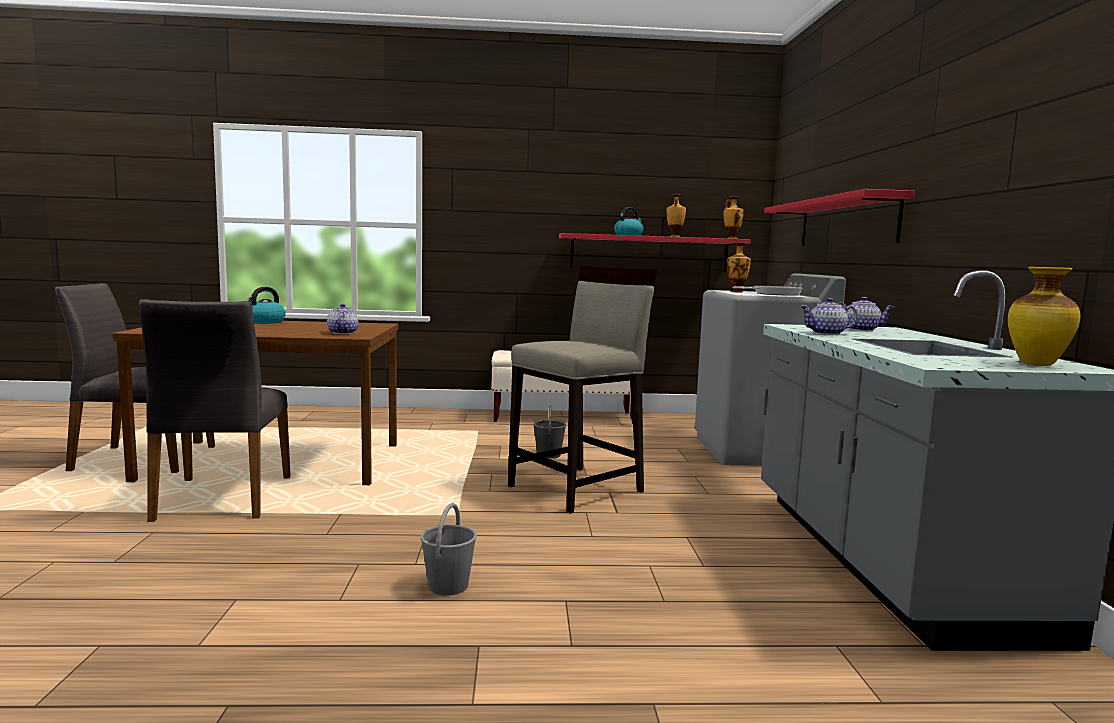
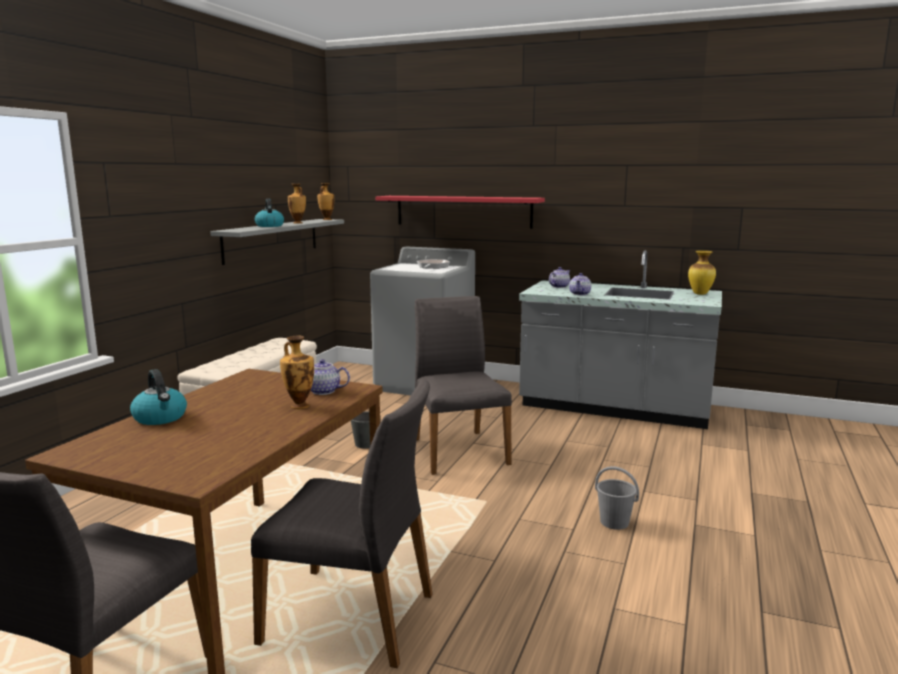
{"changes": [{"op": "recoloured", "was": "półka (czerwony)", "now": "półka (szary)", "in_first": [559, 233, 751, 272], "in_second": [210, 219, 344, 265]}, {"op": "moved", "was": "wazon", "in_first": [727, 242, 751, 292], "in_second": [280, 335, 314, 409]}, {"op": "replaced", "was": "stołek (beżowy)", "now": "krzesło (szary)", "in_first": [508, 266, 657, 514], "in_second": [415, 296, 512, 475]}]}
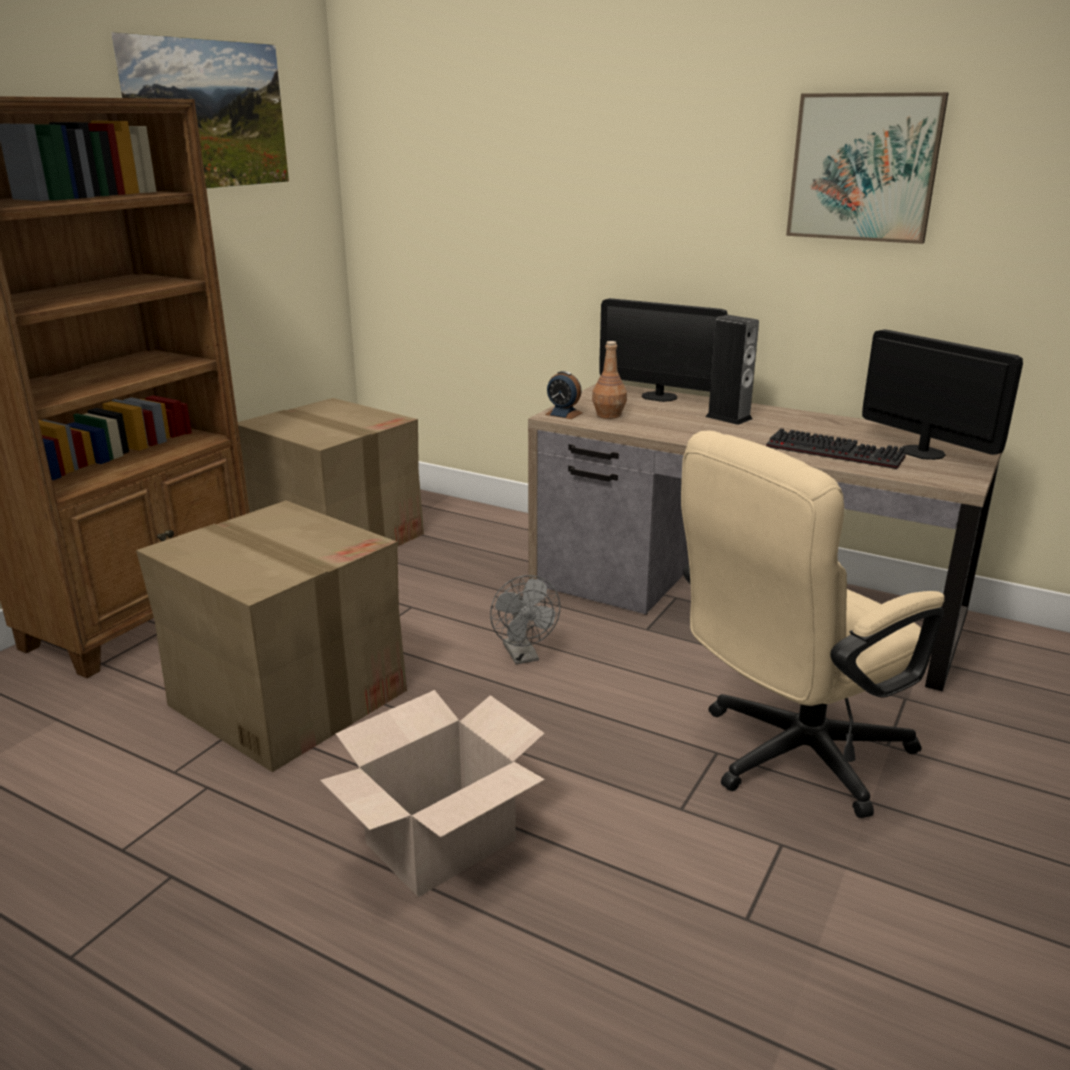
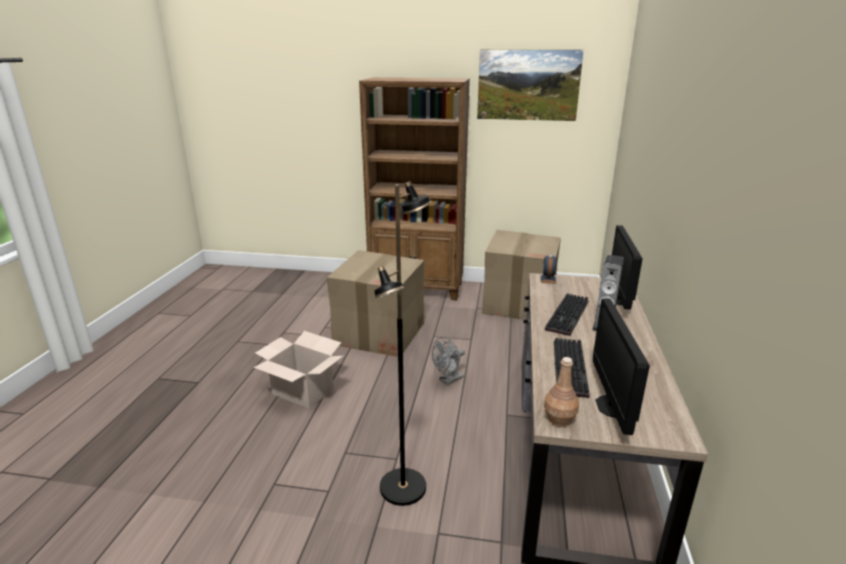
{"changes": [{"op": "removed", "was": "obraz", "in_first": [786, 92, 948, 244]}, {"op": "turned", "was": "monitor", "in_first": [862, 329, 1023, 460], "in_second": [593, 299, 650, 435], "clockwise": 150}, {"op": "moved", "was": "butelka (brązowy)", "in_first": [592, 341, 627, 419], "in_second": [544, 357, 579, 427]}, {"op": "replaced", "was": "krzesło biurowe (beżowy)", "now": "lampa stojąca (czarny)", "in_first": [681, 431, 944, 818], "in_second": [374, 181, 432, 506]}, {"op": "added", "now": "klawiatura", "in_second": [545, 293, 589, 336]}]}
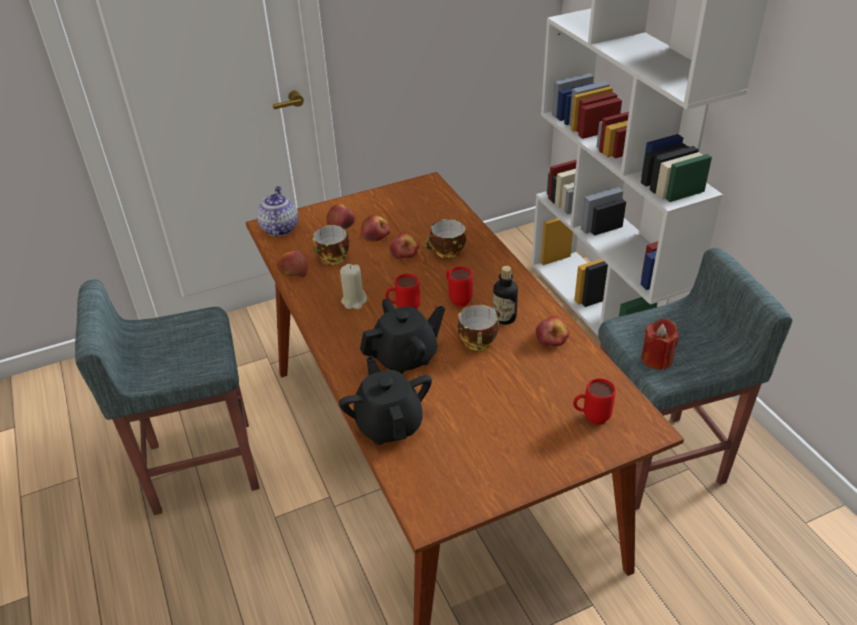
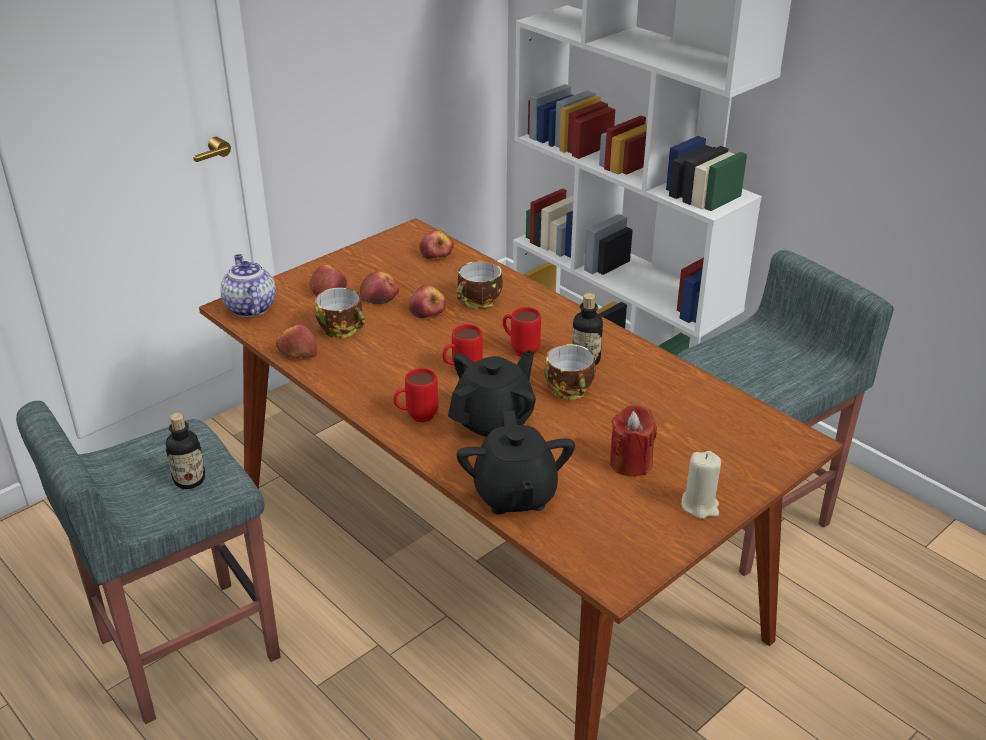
{"changes": [{"op": "moved", "was": "świeca (beżowy)", "in_first": [340, 264, 367, 309], "in_second": [681, 451, 721, 519]}, {"op": "moved", "was": "jabłko", "in_first": [536, 316, 570, 347], "in_second": [419, 230, 454, 259]}, {"op": "moved", "was": "świeca (czerwony)", "in_first": [641, 319, 678, 370], "in_second": [610, 405, 657, 476]}, {"op": "turned", "was": "imbryk (czarny)", "in_first": [339, 356, 432, 445], "in_second": [456, 410, 575, 515], "clockwise": -150}, {"op": "moved", "was": "kubek (czerwony)", "in_first": [573, 378, 616, 425], "in_second": [393, 368, 438, 422]}, {"op": "added", "now": "butelka", "in_second": [165, 413, 205, 489]}]}
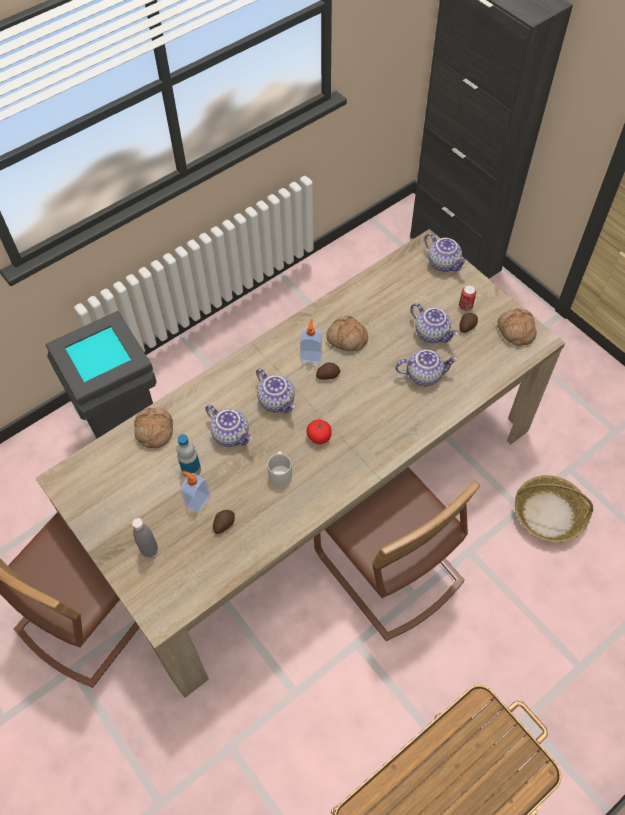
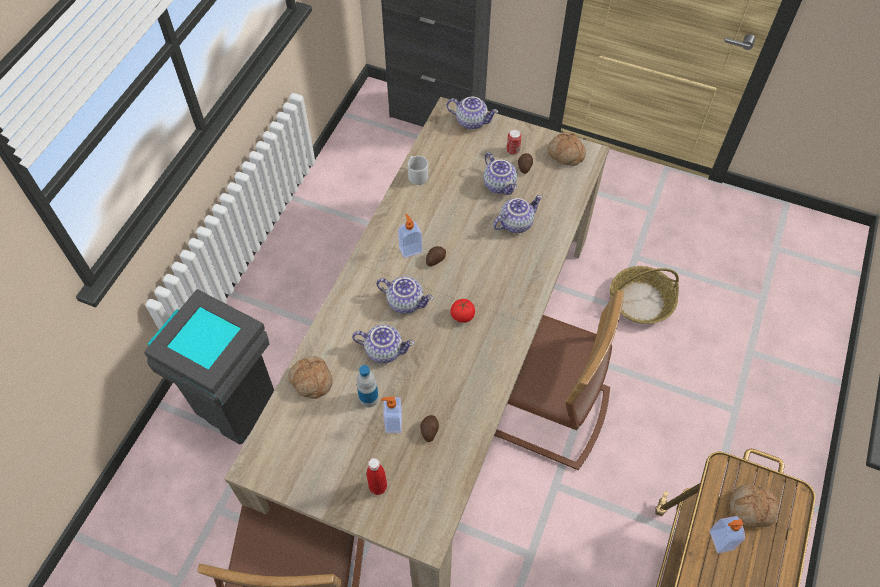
{"changes": [{"op": "turned", "was": "imbryk", "in_first": [411, 303, 458, 343], "in_second": [483, 152, 517, 195], "clockwise": 45}, {"op": "moved", "was": "chleb", "in_first": [326, 316, 368, 352], "in_second": [730, 484, 779, 528]}, {"op": "moved", "was": "kubek (szary)", "in_first": [267, 451, 292, 486], "in_second": [408, 156, 428, 185]}, {"op": "recoloured", "was": "butelka (szary)", "now": "butelka (czerwony)", "in_first": [132, 518, 158, 557], "in_second": [367, 458, 387, 495]}, {"op": "added", "now": "dozownik mydła", "in_second": [710, 516, 745, 553]}]}
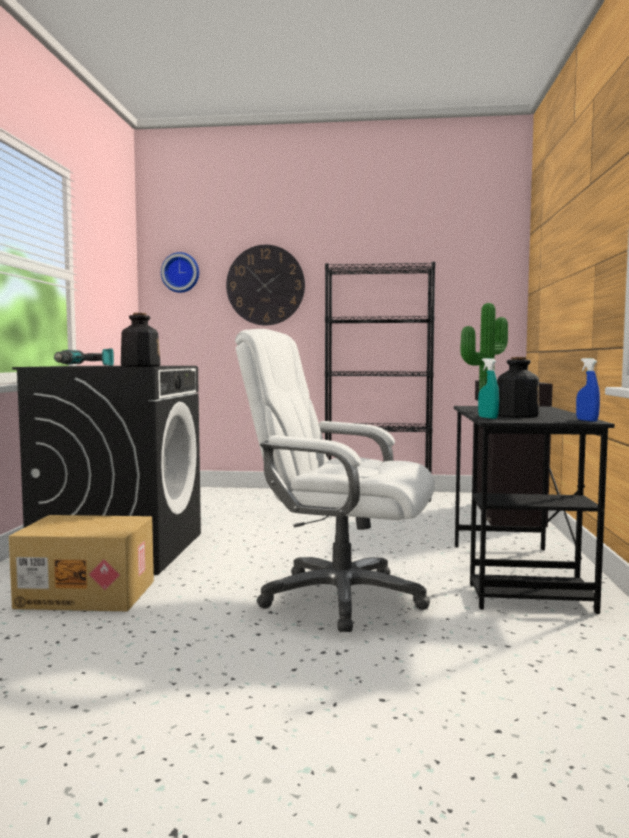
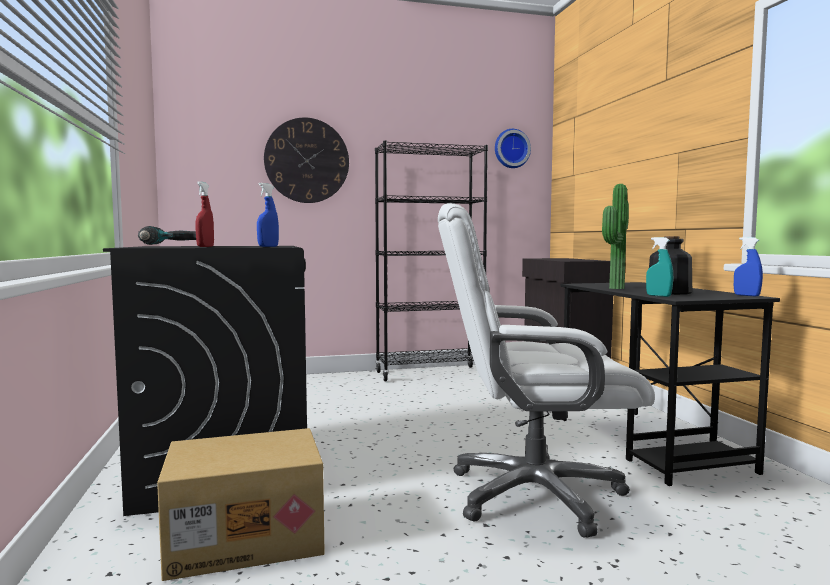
{"changes": [{"op": "moved", "was": "zegar ścienny", "in_first": [161, 252, 199, 293], "in_second": [495, 129, 531, 168]}, {"op": "replaced", "was": "butelka", "now": "spryskiwacz (niebieski)", "in_first": [121, 313, 161, 367], "in_second": [257, 183, 279, 247]}, {"op": "added", "now": "spryskiwacz (czerwony)", "in_second": [196, 181, 214, 247]}]}
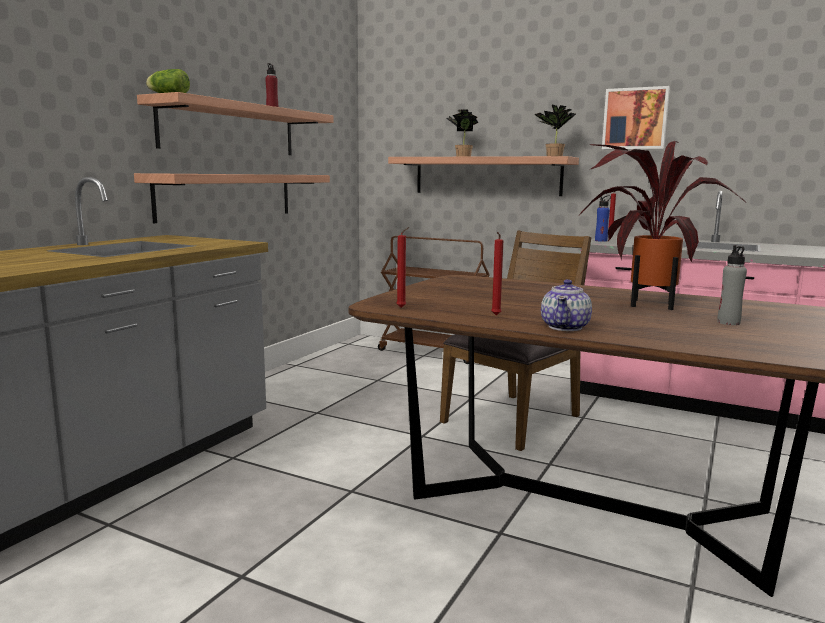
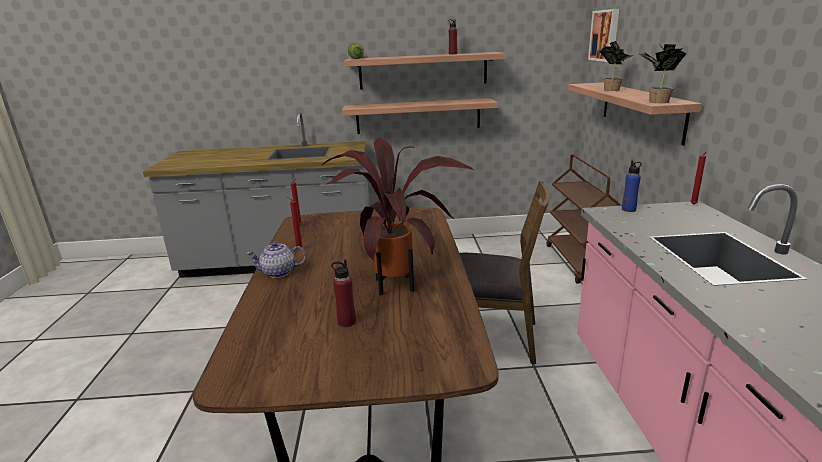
{"changes": [{"op": "moved", "was": "obraz", "in_first": [602, 86, 670, 149], "in_second": [588, 9, 619, 62]}, {"op": "recoloured", "was": "butelka (szary)", "now": "butelka (czerwony)", "in_first": [717, 245, 747, 325], "in_second": [331, 259, 356, 327]}]}
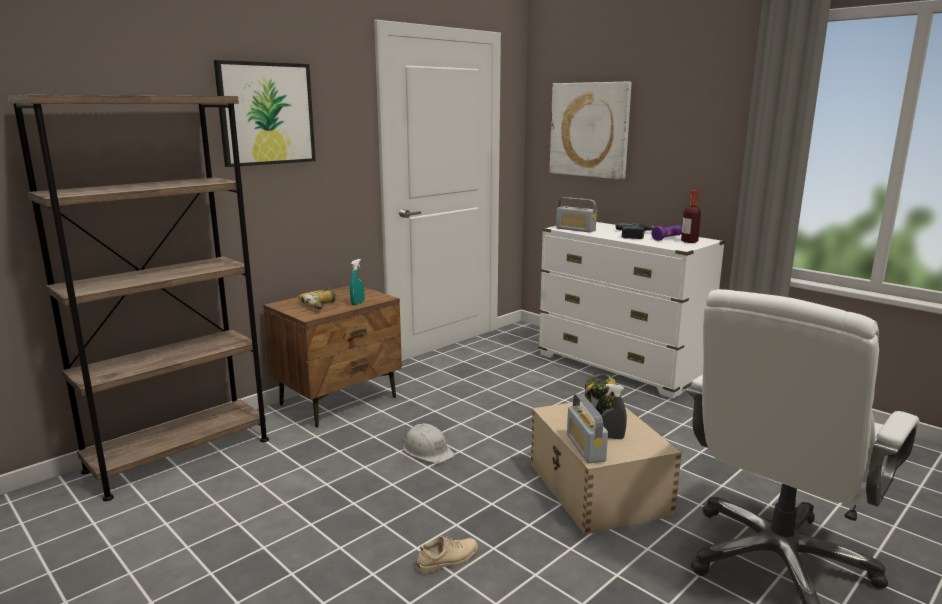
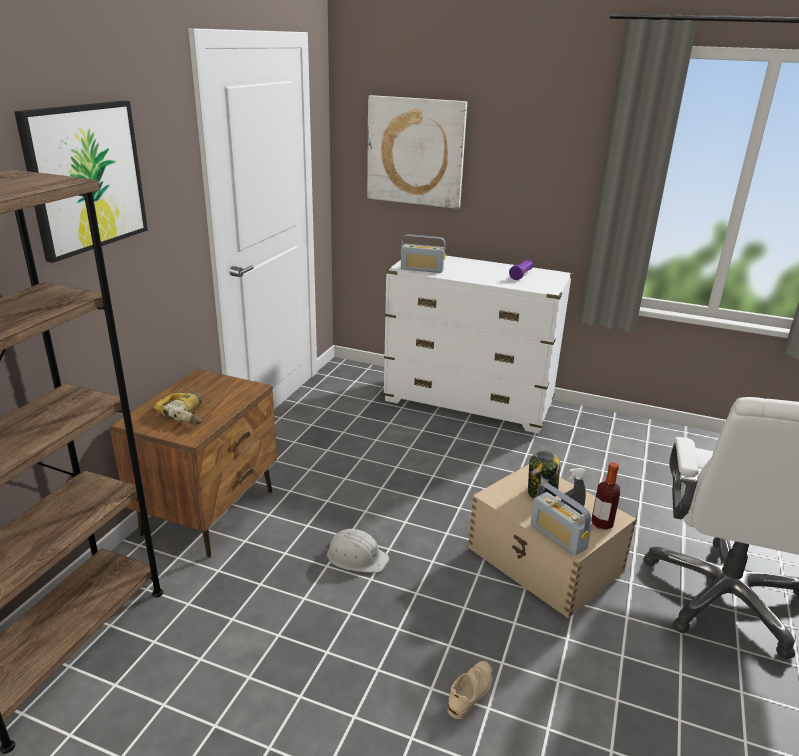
{"changes": [{"op": "moved", "was": "butelka", "in_first": [681, 190, 701, 243], "in_second": [591, 462, 620, 530]}, {"op": "removed", "was": "wiertarka", "in_first": [616, 223, 654, 239]}, {"op": "removed", "was": "spryskiwacz (turkusowy)", "in_first": [350, 259, 365, 305]}]}
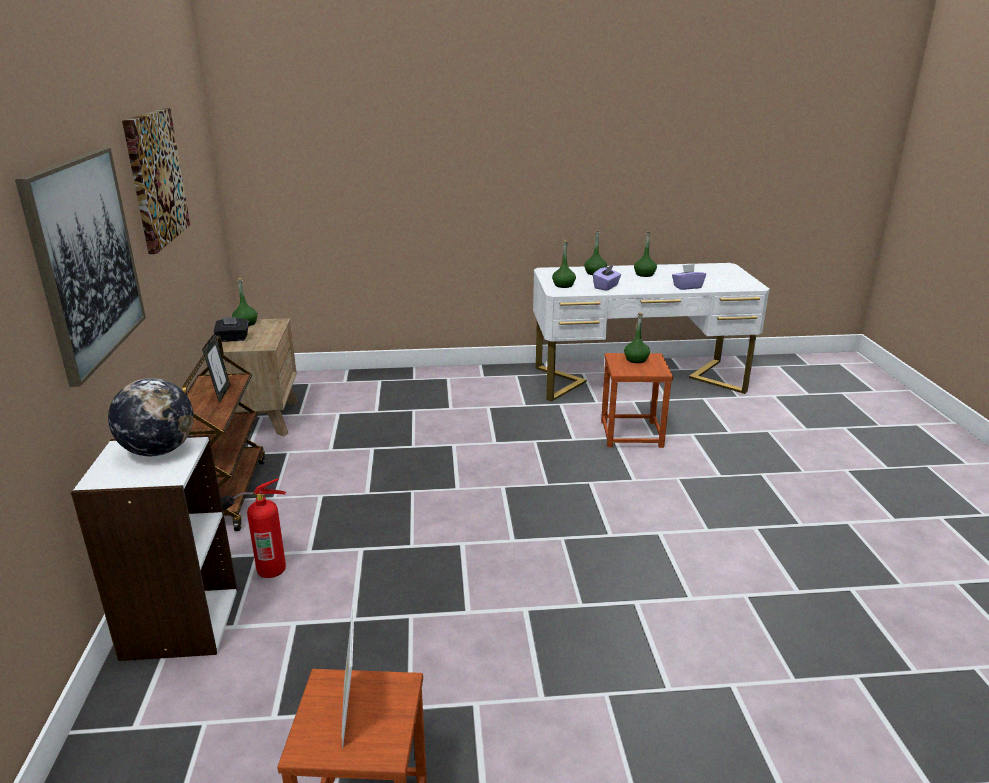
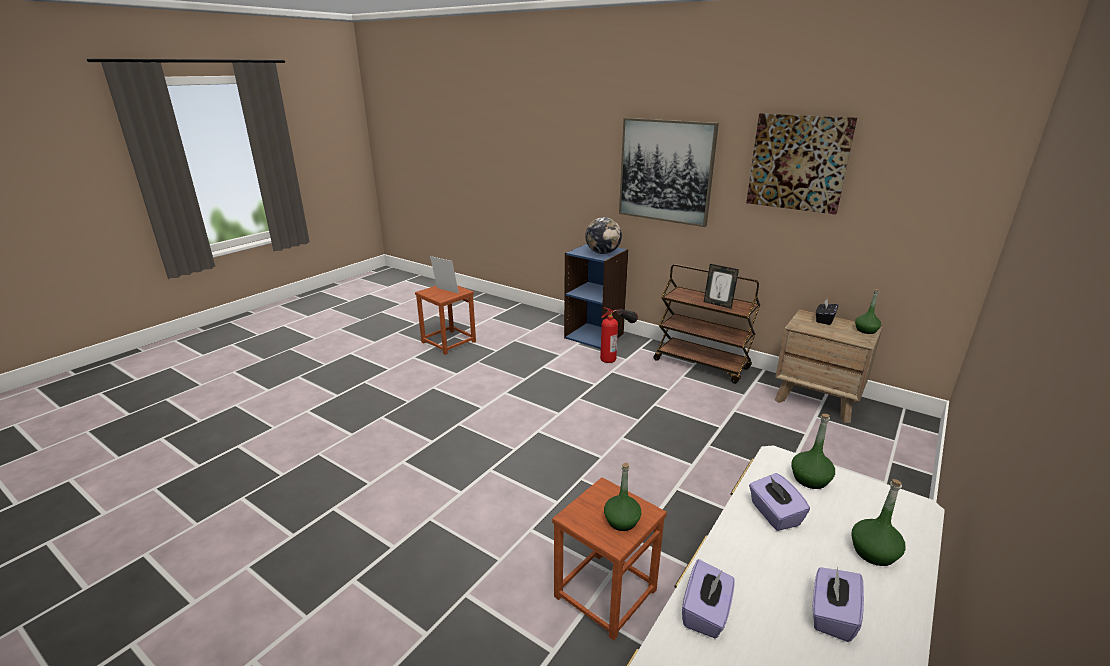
{"changes": [{"op": "replaced", "was": "butelka (zielony)", "now": "pudełko chusteczek (fioletowy)", "in_first": [634, 232, 657, 277], "in_second": [813, 567, 864, 642]}, {"op": "recoloured", "was": "regał (biały)", "now": "regał (niebieski)", "in_first": [71, 435, 237, 661], "in_second": [564, 243, 629, 349]}]}
